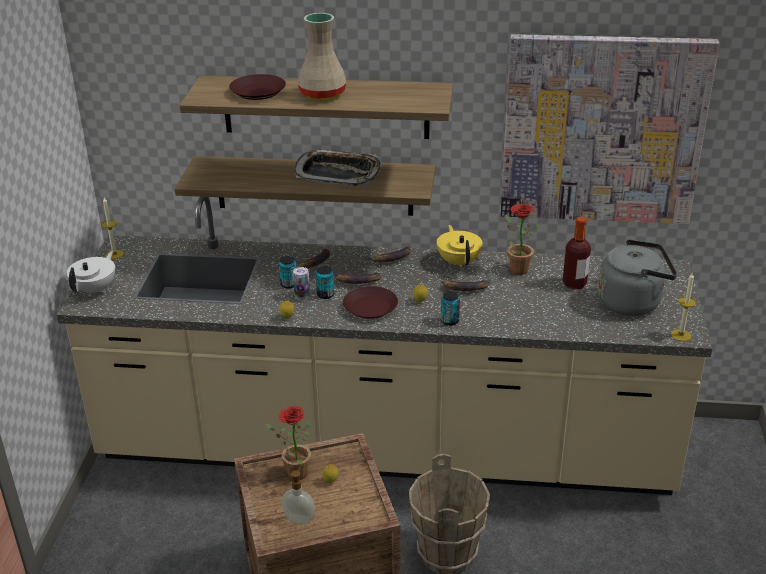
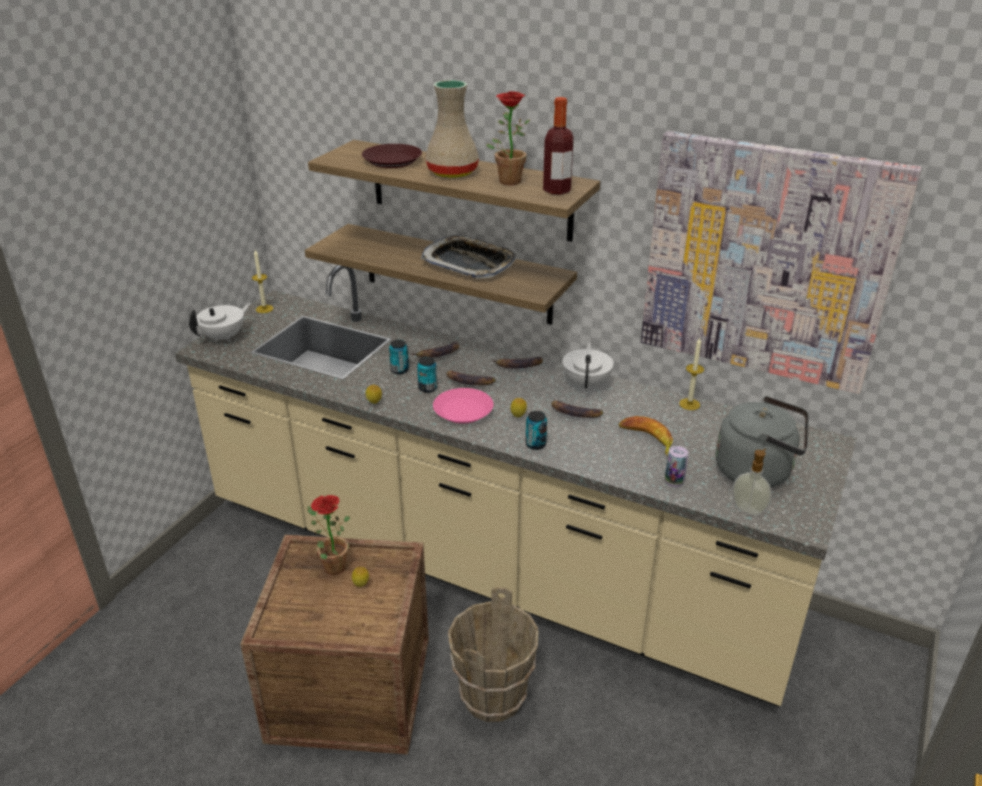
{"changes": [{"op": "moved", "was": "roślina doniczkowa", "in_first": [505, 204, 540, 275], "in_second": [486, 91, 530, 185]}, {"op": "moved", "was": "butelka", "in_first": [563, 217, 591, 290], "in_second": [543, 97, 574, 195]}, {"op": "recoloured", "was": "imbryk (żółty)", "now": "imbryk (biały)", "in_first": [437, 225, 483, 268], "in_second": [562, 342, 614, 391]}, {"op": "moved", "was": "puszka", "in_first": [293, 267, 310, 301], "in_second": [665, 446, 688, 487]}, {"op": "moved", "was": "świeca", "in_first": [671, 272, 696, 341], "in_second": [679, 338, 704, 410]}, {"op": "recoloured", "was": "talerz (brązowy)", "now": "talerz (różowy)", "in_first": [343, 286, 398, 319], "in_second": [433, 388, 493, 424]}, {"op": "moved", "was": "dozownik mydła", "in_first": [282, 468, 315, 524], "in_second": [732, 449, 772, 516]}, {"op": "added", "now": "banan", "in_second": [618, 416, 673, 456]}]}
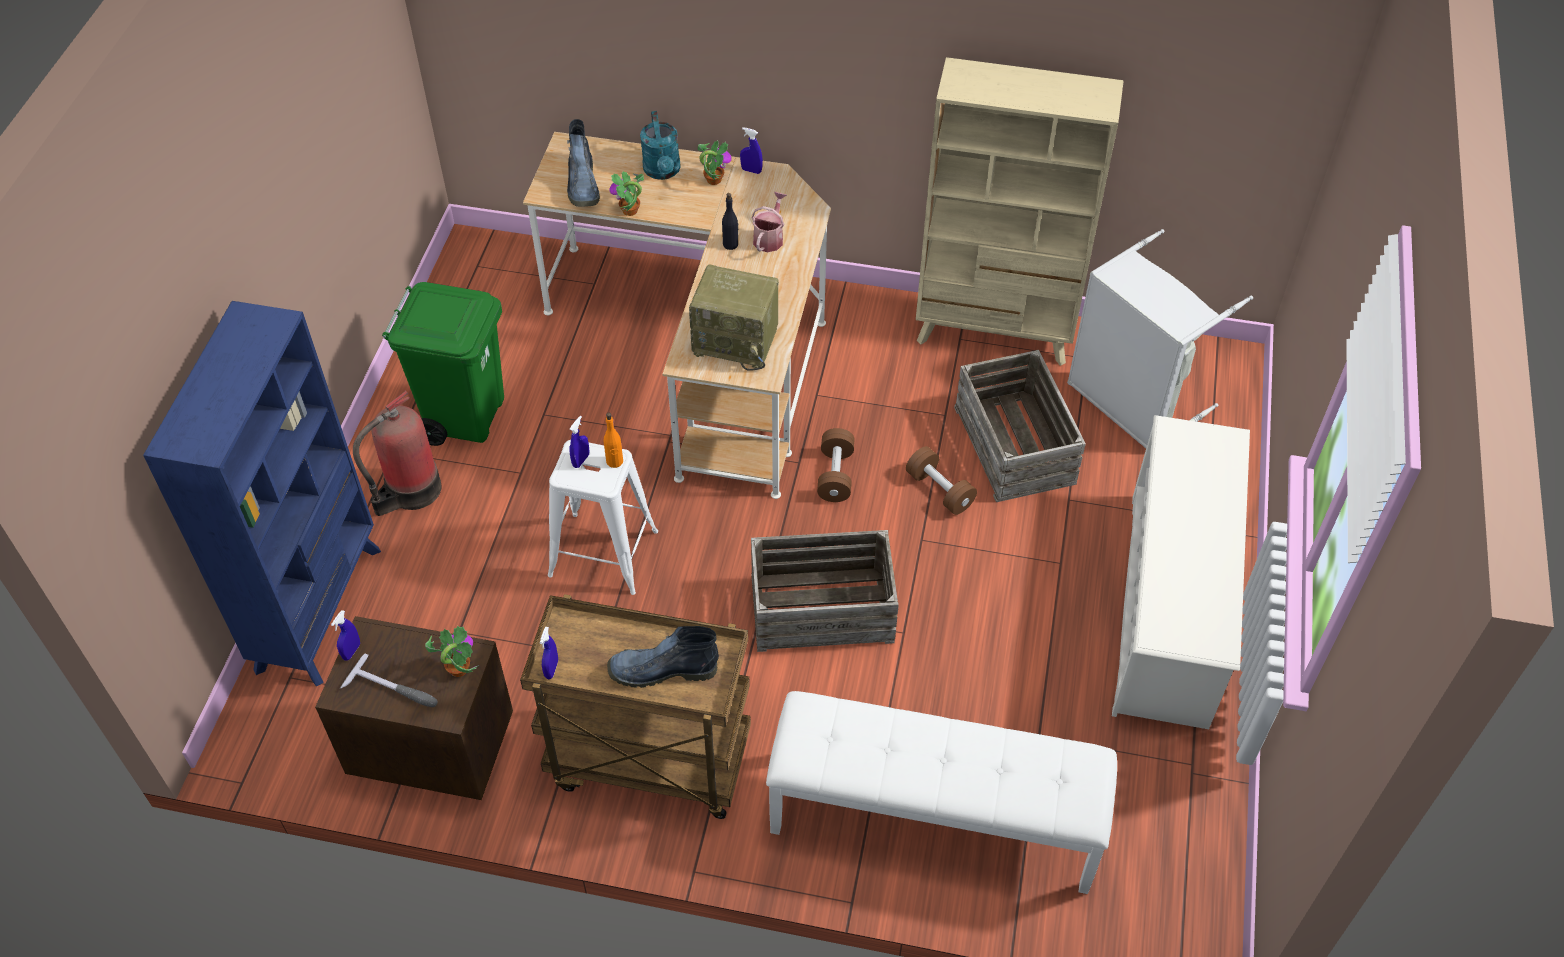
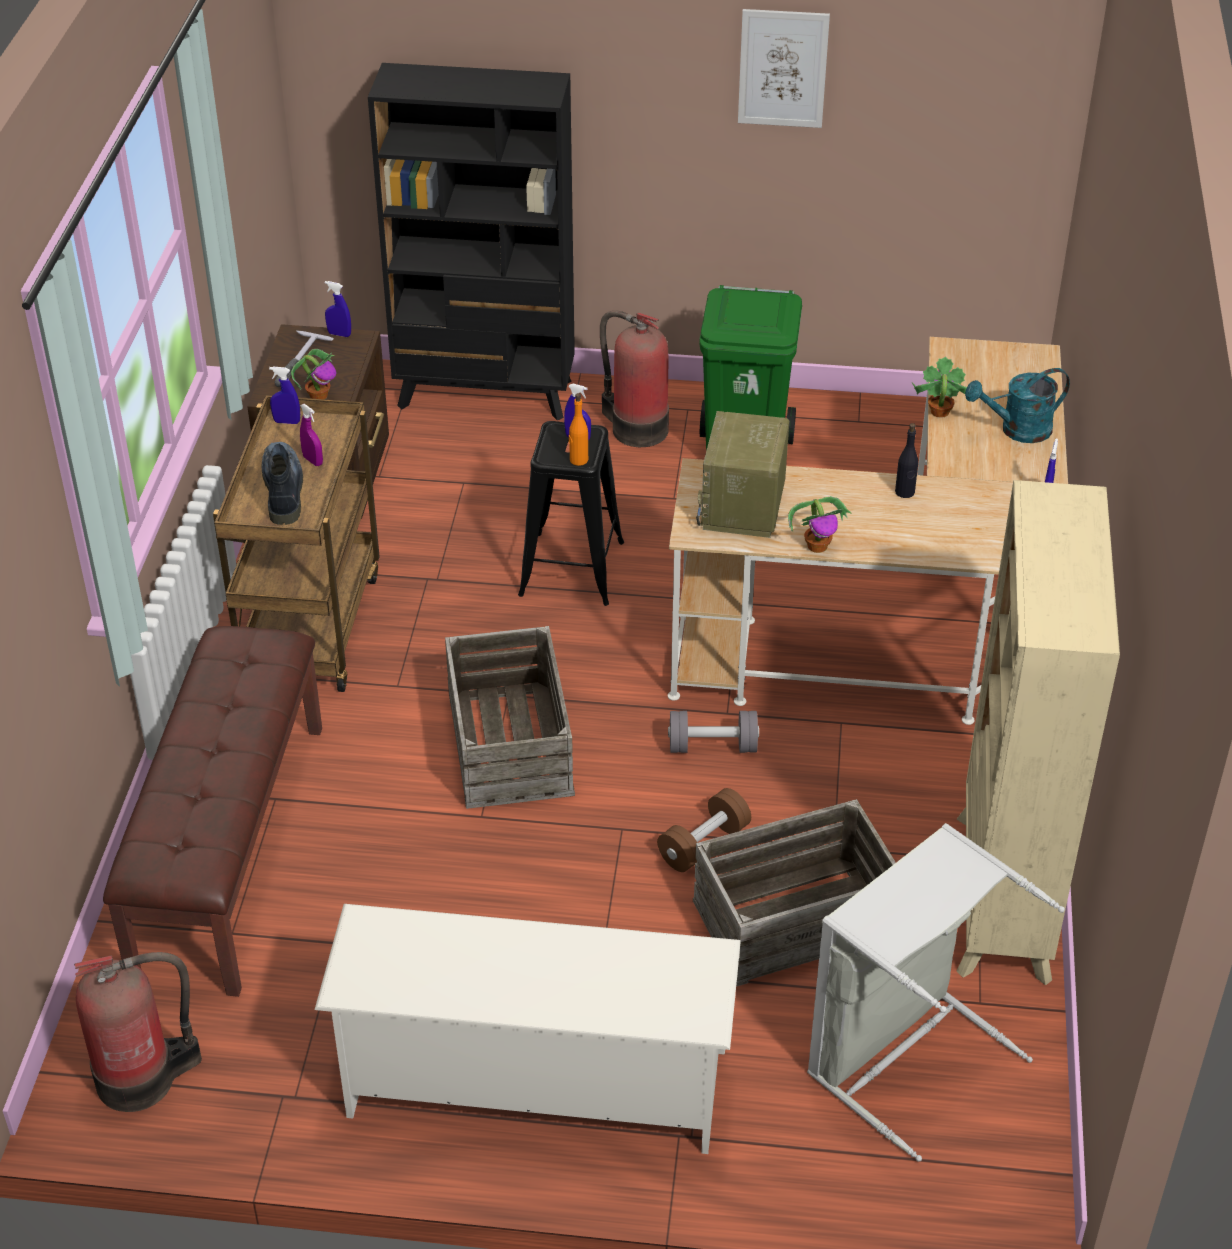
{"changes": [{"op": "removed", "was": "but z cholewką", "in_first": [567, 119, 600, 207]}, {"op": "moved", "was": "roślina doniczkowa", "in_first": [698, 140, 732, 185], "in_second": [788, 496, 852, 553]}, {"op": "removed", "was": "konewka", "in_first": [751, 192, 787, 252]}, {"op": "recoloured", "was": "regał (niebieski)", "now": "regał (czarny)", "in_first": [143, 301, 381, 686], "in_second": [368, 63, 575, 420]}, {"op": "recoloured", "was": "hantel (brązowy)", "now": "hantel (szary)", "in_first": [817, 428, 855, 502], "in_second": [668, 711, 759, 753]}, {"op": "recoloured", "was": "stołek (biały)", "now": "stołek (czarny)", "in_first": [548, 440, 658, 595], "in_second": [518, 421, 624, 606]}, {"op": "recoloured", "was": "ławka (biały)", "now": "ławka (brązowy)", "in_first": [766, 691, 1117, 894], "in_second": [103, 626, 322, 997]}, {"op": "added", "now": "obraz", "in_second": [738, 9, 830, 128]}, {"op": "added", "now": "spryskiwacz (fioletowy)", "in_second": [300, 404, 323, 466]}, {"op": "added", "now": "gaśnica", "in_second": [74, 952, 202, 1112]}]}
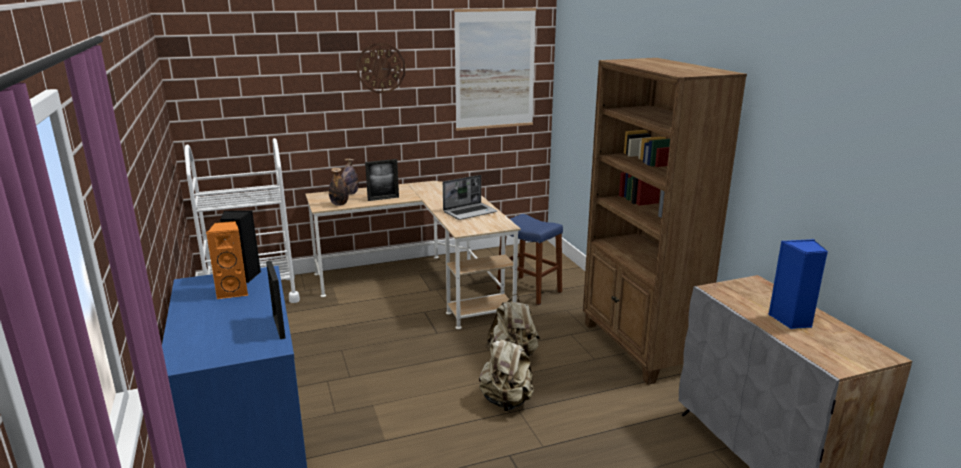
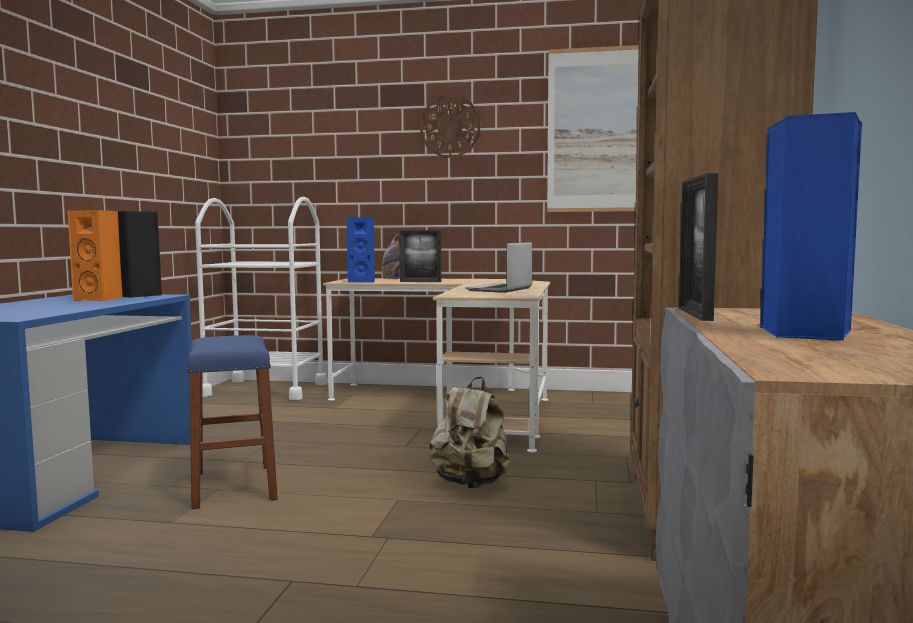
{"changes": [{"op": "replaced", "was": "butelka", "now": "głośnik (niebieski)", "in_first": [329, 168, 349, 206], "in_second": [347, 217, 375, 283]}, {"op": "turned", "was": "laptop", "in_first": [443, 175, 497, 220], "in_second": [465, 242, 532, 293], "clockwise": 120}, {"op": "moved", "was": "stołek (niebieski)", "in_first": [497, 214, 563, 305], "in_second": [187, 335, 278, 509]}, {"op": "moved", "was": "ramka na zdjęcie", "in_first": [266, 261, 285, 339], "in_second": [679, 173, 719, 321]}, {"op": "removed", "was": "plecak (beżowy)", "in_first": [479, 334, 534, 411]}]}
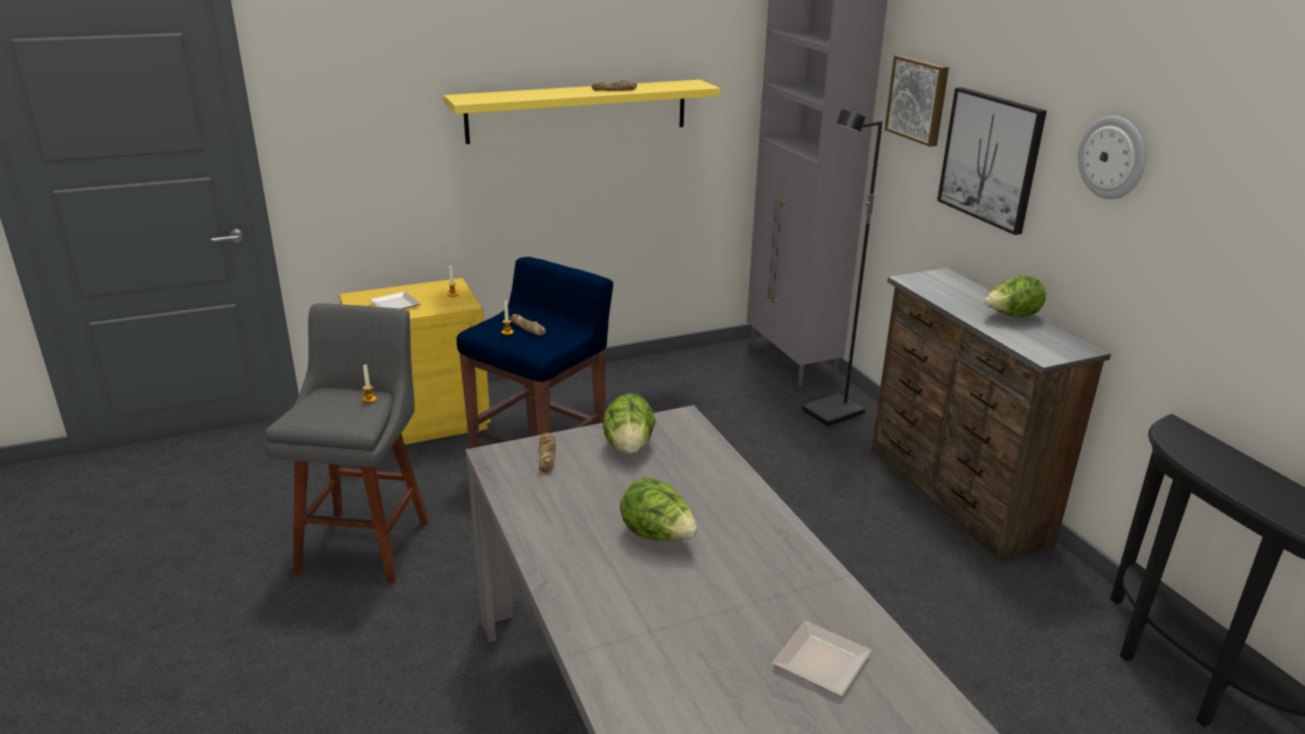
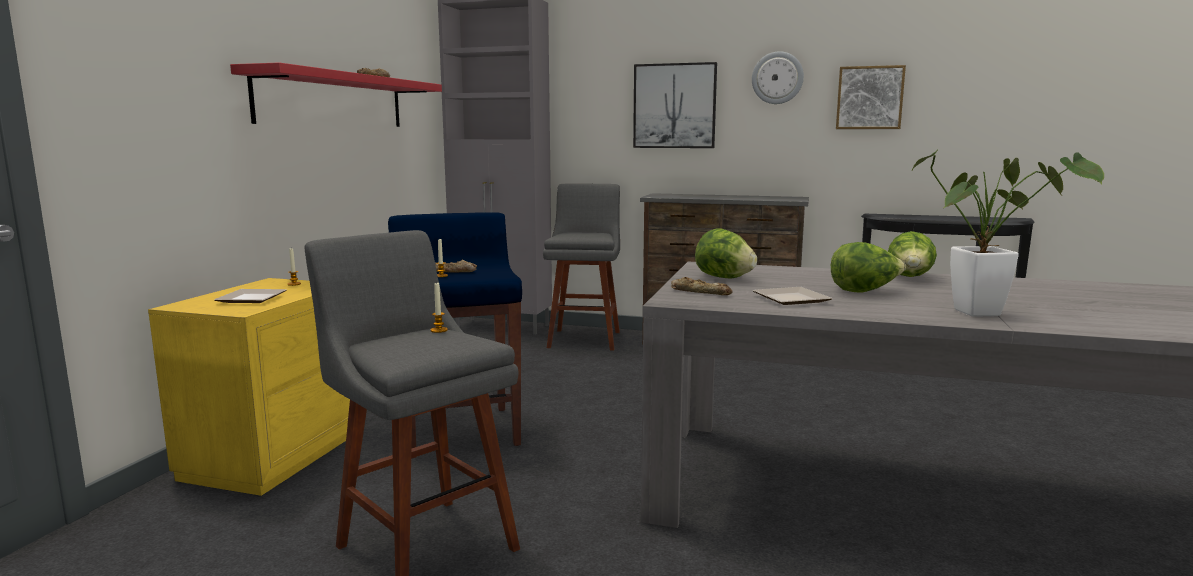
{"changes": [{"op": "moved", "was": "obraz", "in_first": [885, 55, 949, 147], "in_second": [836, 65, 906, 129]}, {"op": "recoloured", "was": "półka (żółty)", "now": "półka (czerwony)", "in_first": [443, 80, 721, 144], "in_second": [230, 62, 442, 127]}, {"op": "replaced", "was": "lampa stojąca (czarny)", "now": "stołek (szary)", "in_first": [802, 109, 883, 427], "in_second": [543, 184, 620, 350]}, {"op": "moved", "was": "sałata", "in_first": [984, 275, 1046, 317], "in_second": [888, 231, 937, 277]}, {"op": "moved", "was": "talerz", "in_first": [772, 621, 872, 696], "in_second": [752, 287, 833, 305]}, {"op": "added", "now": "roślina doniczkowa", "in_second": [910, 150, 1104, 317]}]}
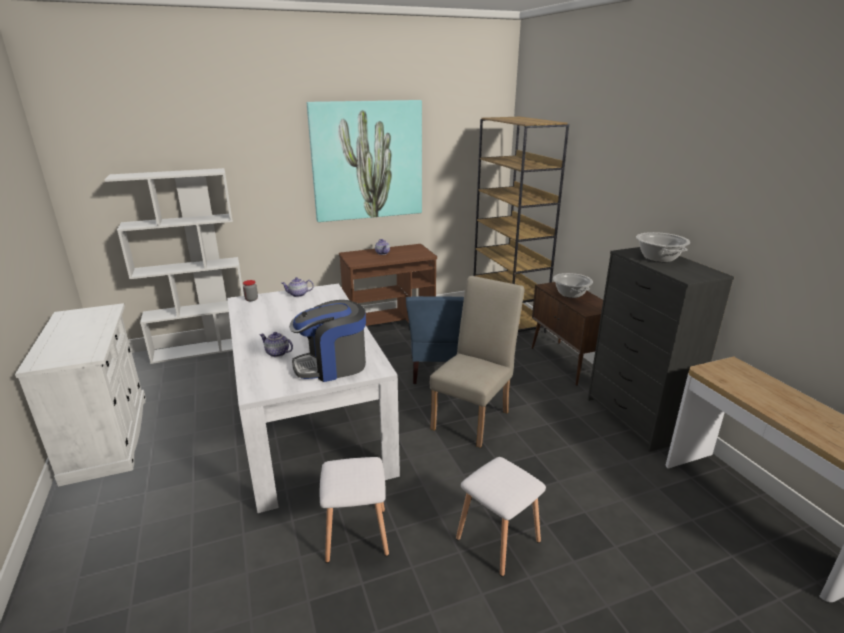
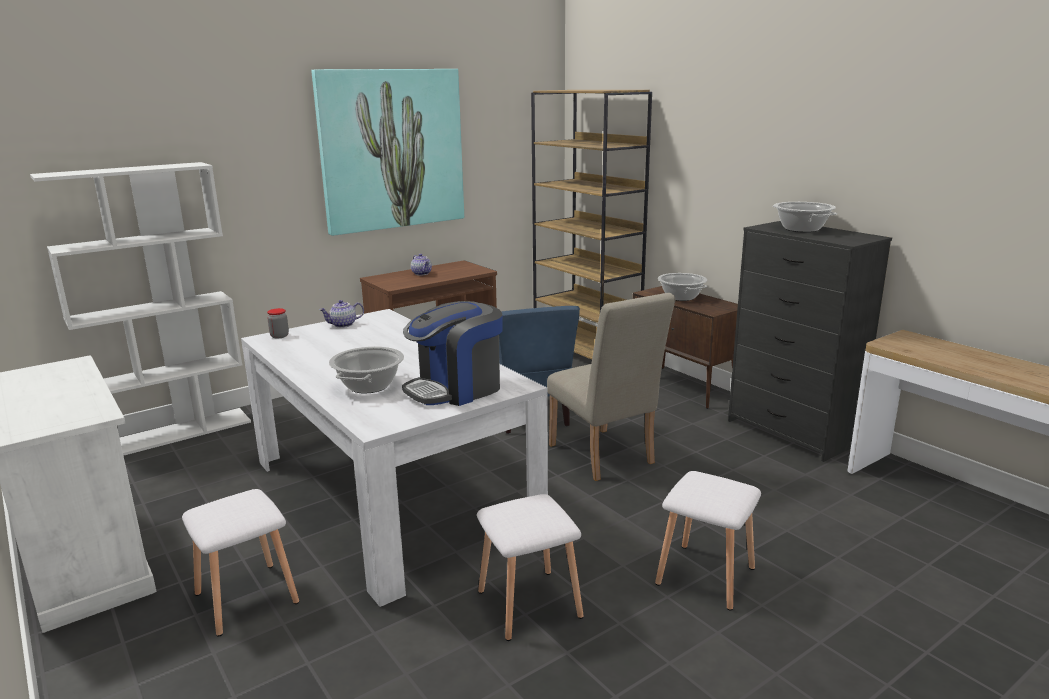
{"changes": [{"op": "turned", "was": "krzesło (beżowy)", "in_first": [430, 276, 525, 448], "in_second": [547, 293, 676, 481], "clockwise": 135}, {"op": "replaced", "was": "imbryk", "now": "garnek", "in_first": [259, 332, 293, 357], "in_second": [329, 346, 404, 393]}, {"op": "added", "now": "stołek (biały)", "in_second": [182, 489, 299, 637]}]}
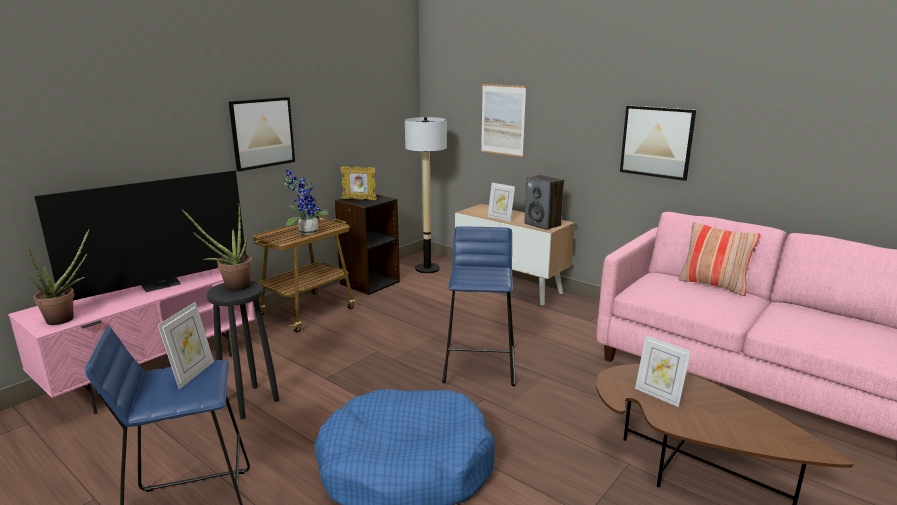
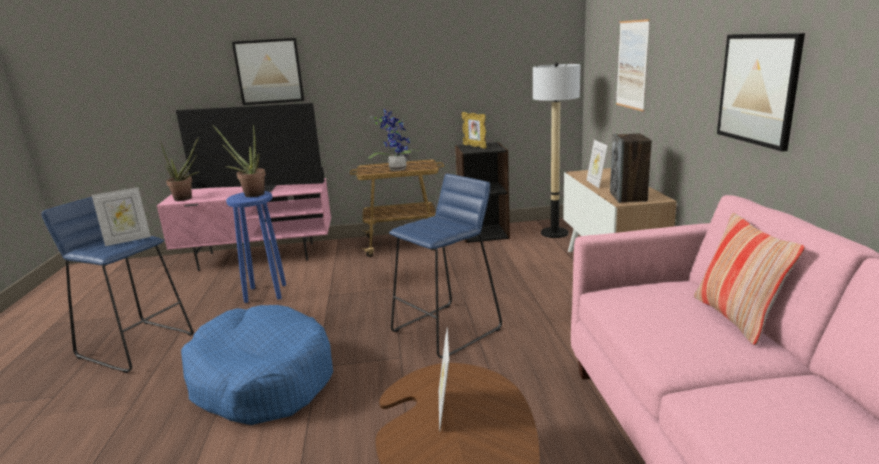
{"changes": [{"op": "moved", "was": "obraz", "in_first": [229, 97, 295, 171], "in_second": [232, 38, 305, 105]}, {"op": "recoloured", "was": "stołek (czarny)", "now": "stołek (niebieski)", "in_first": [207, 281, 279, 420], "in_second": [226, 191, 286, 303]}]}
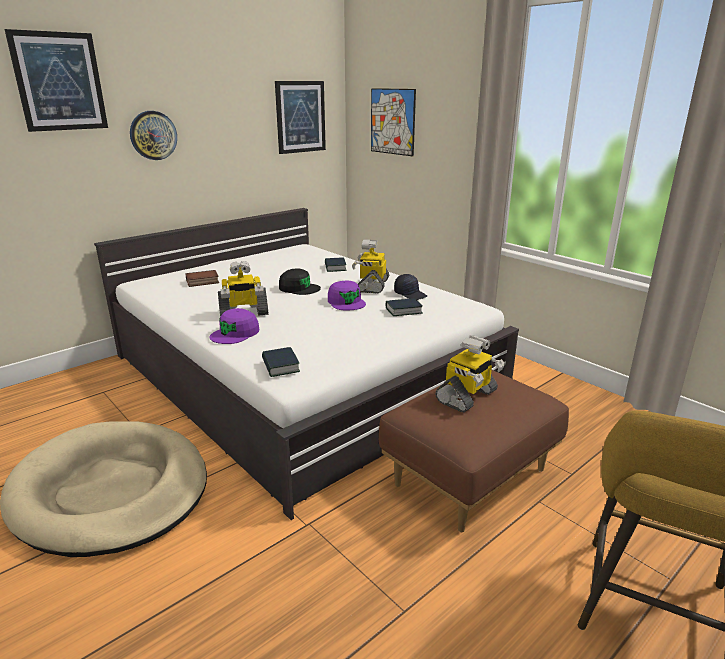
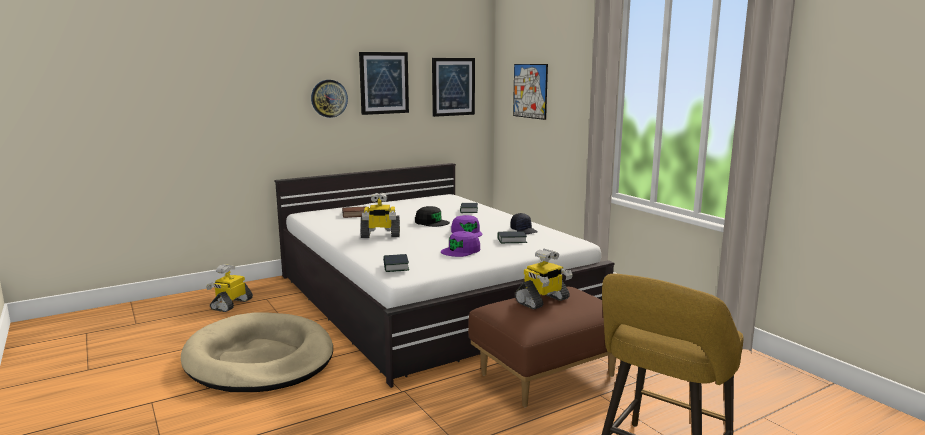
{"changes": [{"op": "moved", "was": "obraz", "in_first": [4, 29, 108, 132], "in_second": [359, 52, 409, 115]}, {"op": "moved", "was": "robot zabawkowy", "in_first": [352, 239, 389, 293], "in_second": [206, 264, 253, 312]}, {"op": "moved", "was": "czapka z daszkiem (fioletowy)", "in_first": [209, 308, 259, 344], "in_second": [441, 231, 480, 257]}]}
